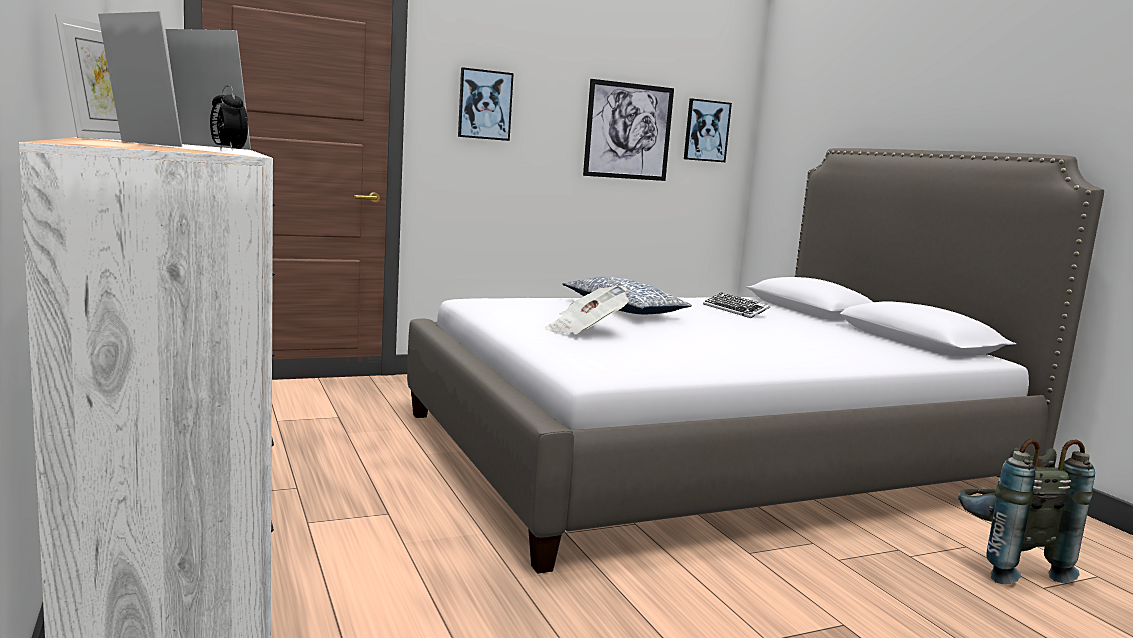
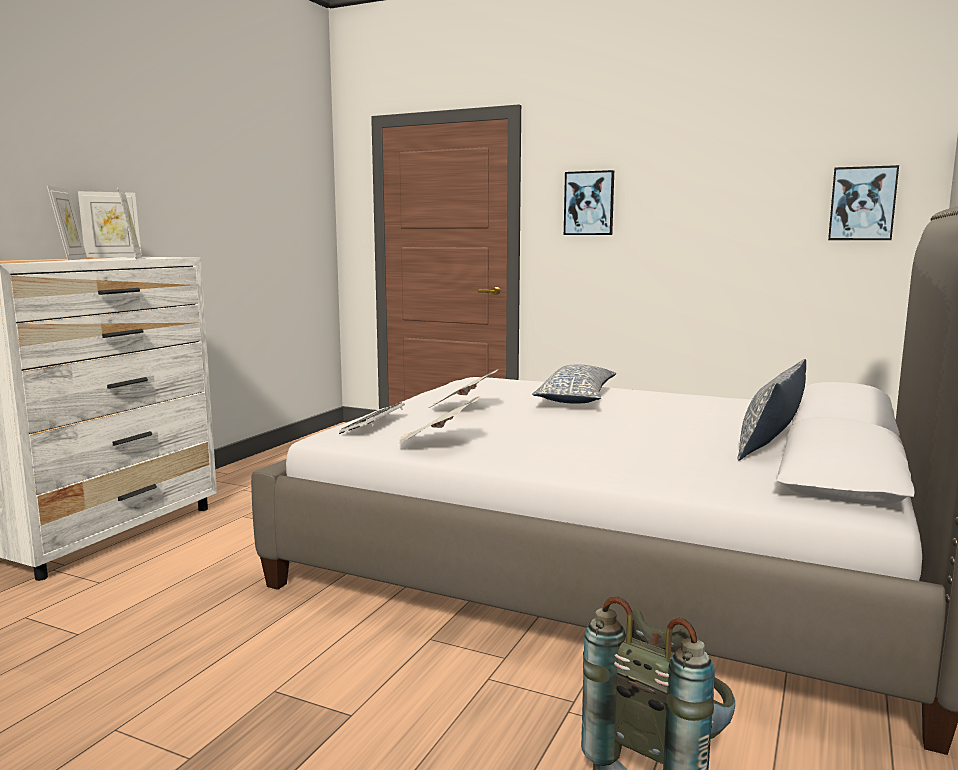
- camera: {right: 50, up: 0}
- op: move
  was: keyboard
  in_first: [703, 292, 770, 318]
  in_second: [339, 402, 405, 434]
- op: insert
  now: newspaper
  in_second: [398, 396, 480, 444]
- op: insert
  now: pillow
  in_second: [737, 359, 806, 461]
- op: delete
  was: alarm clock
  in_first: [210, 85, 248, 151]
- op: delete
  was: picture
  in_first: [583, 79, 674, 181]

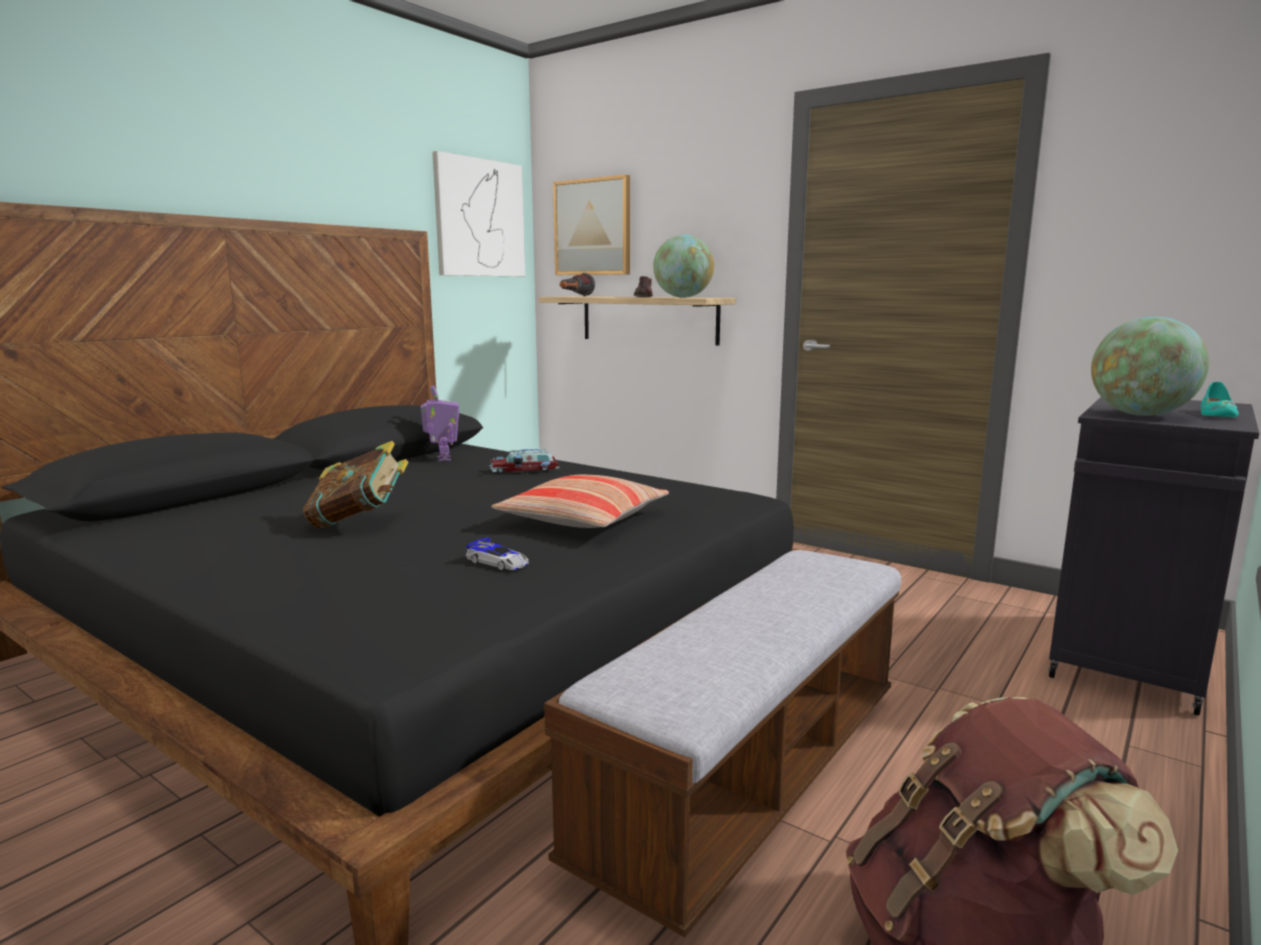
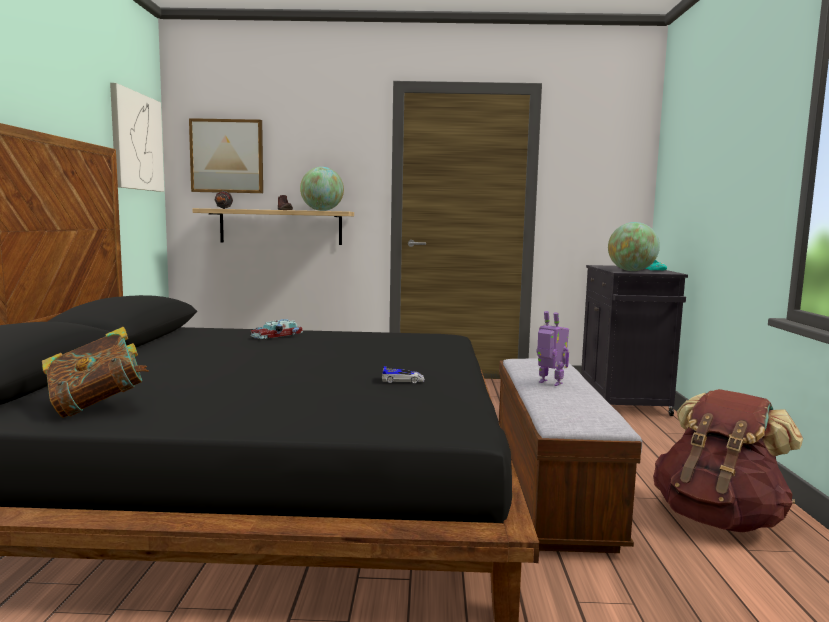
- camera: {right: -35, up: -5}
- op: move
  was: book
  in_first: [303, 441, 408, 529]
  in_second: [42, 327, 149, 418]
- op: move
  was: toy robot
  in_first: [421, 385, 459, 461]
  in_second: [537, 311, 569, 386]
- op: delete
  was: pillow
  in_first: [491, 475, 669, 528]

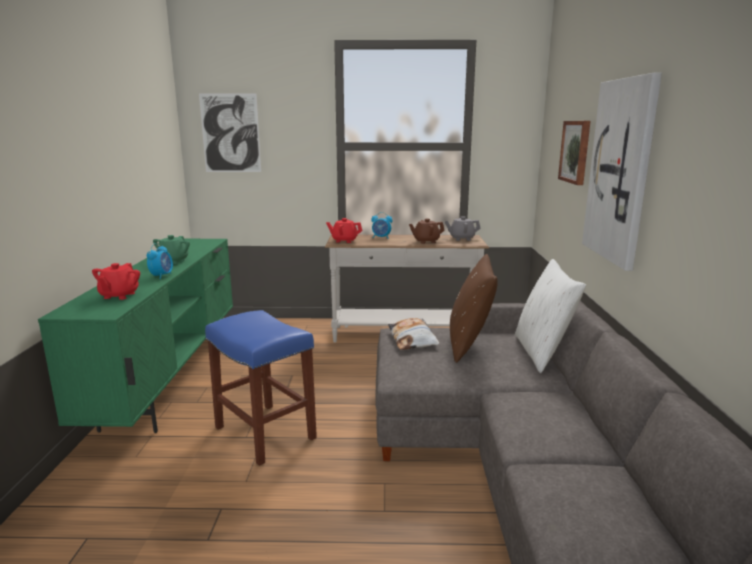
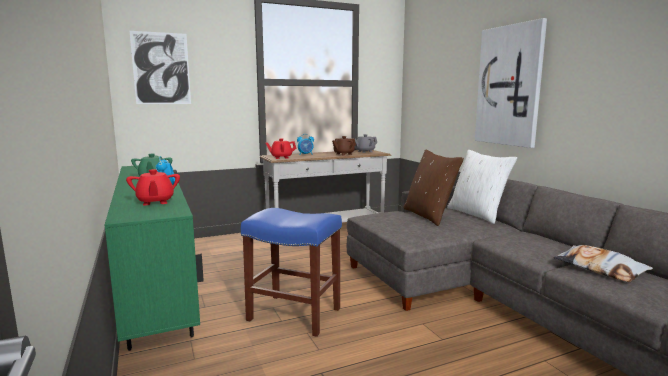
- camera: {right: -25, up: -5}
- op: move
  was: pillow
  in_first: [388, 318, 440, 350]
  in_second: [553, 245, 653, 282]
- op: delete
  was: picture
  in_first: [558, 121, 591, 185]

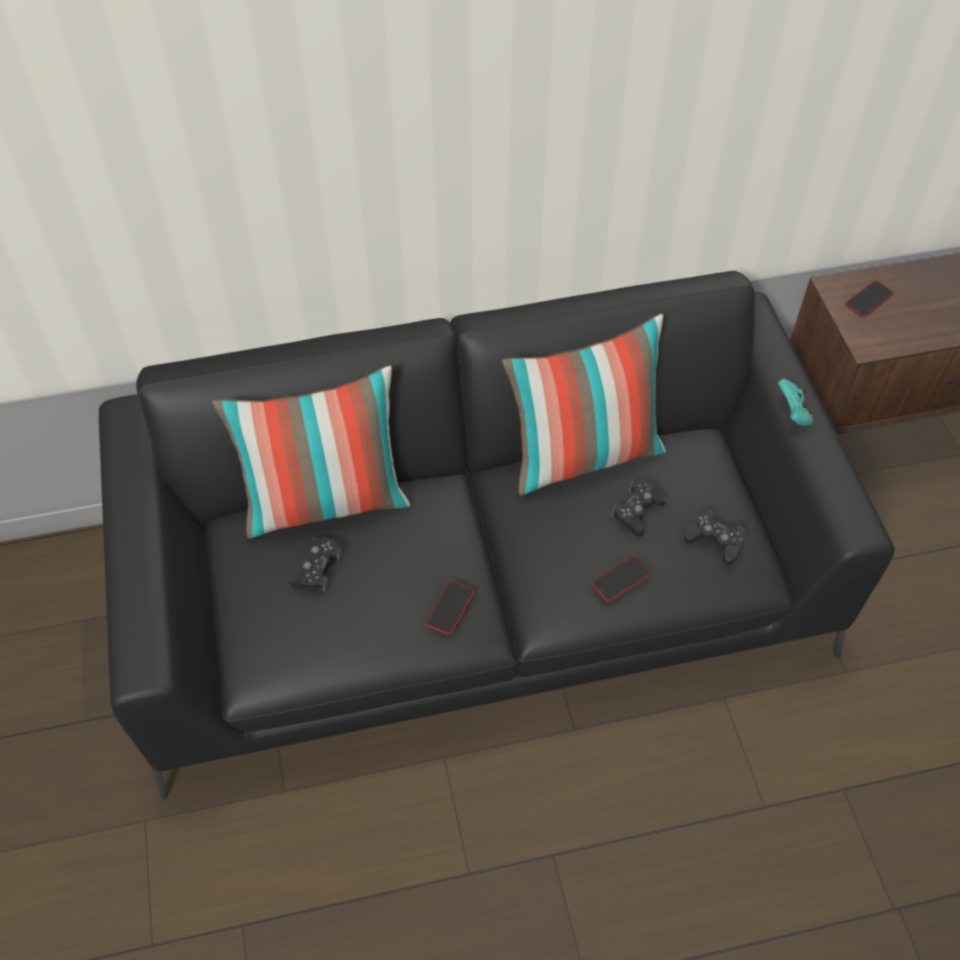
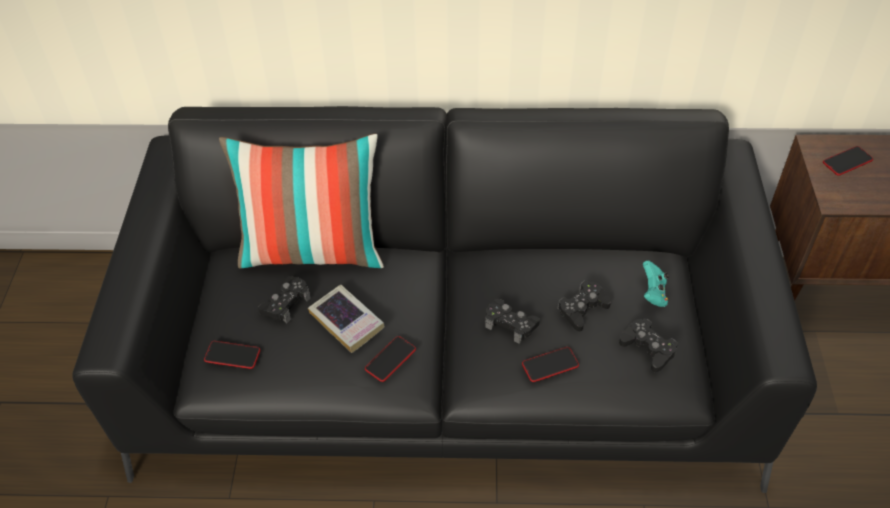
- camera: {right: 15, up: -5}
- op: insert
  now: phone
  in_second: [204, 341, 260, 369]
- op: insert
  now: book
  in_second: [308, 284, 385, 353]
- op: insert
  now: black game controller
  in_second: [485, 299, 540, 344]
- op: move
  was: turquoise game controller
  in_first: [778, 379, 813, 426]
  in_second: [643, 261, 668, 307]
- op: delete
  was: pillow
  in_first: [502, 314, 666, 496]

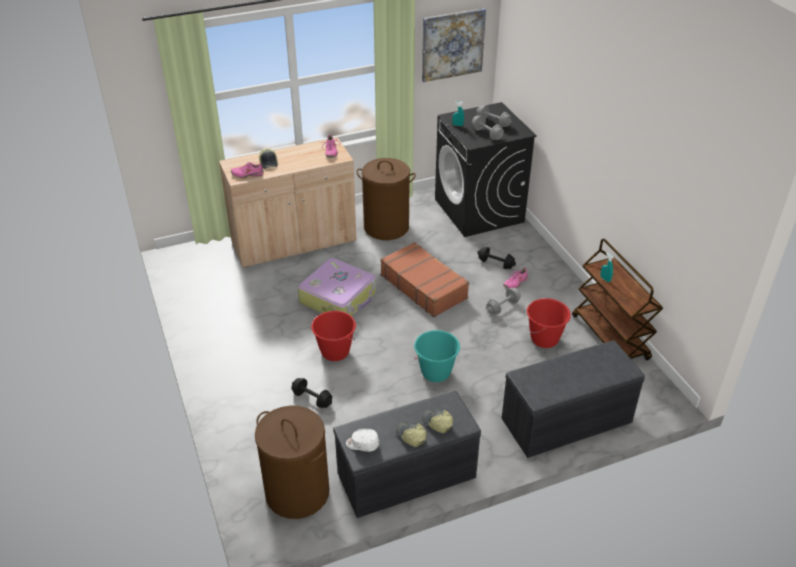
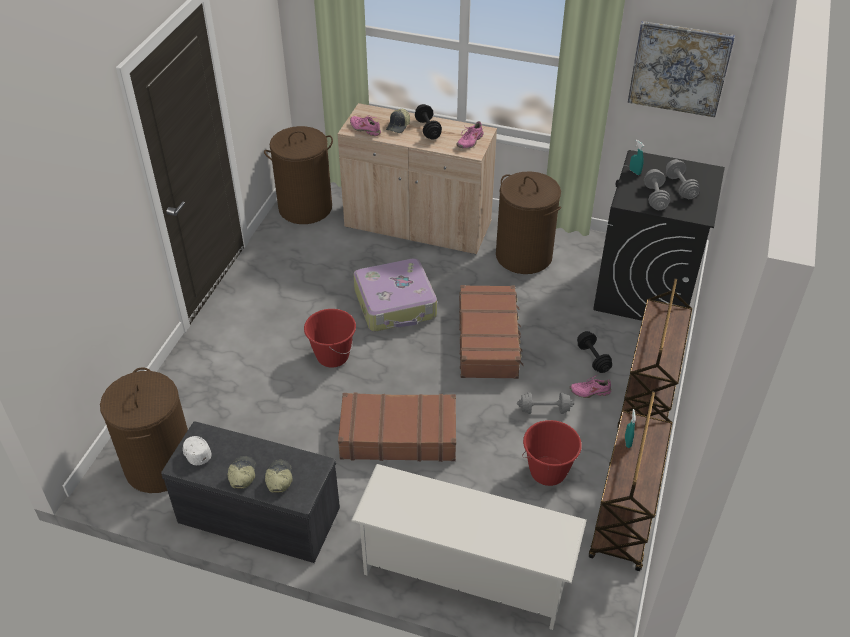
- camera: {right: 40, up: 5}
- op: insert
  now: brown laundry basket
  in_second: [264, 126, 333, 224]
- op: replace
  was: turquoise bucket
  now: brown suitcase
  in_first: [414, 330, 460, 382]
  in_second: [338, 392, 456, 462]
- op: replace
  was: grey bench
  now: white shoe rack
  in_first: [502, 340, 645, 458]
  in_second: [351, 464, 587, 630]
- op: move
  was: black dumbbell
  in_first: [291, 378, 332, 408]
  in_second: [415, 104, 442, 140]
- op: insert
  now: brown cart
  in_second: [618, 278, 692, 427]

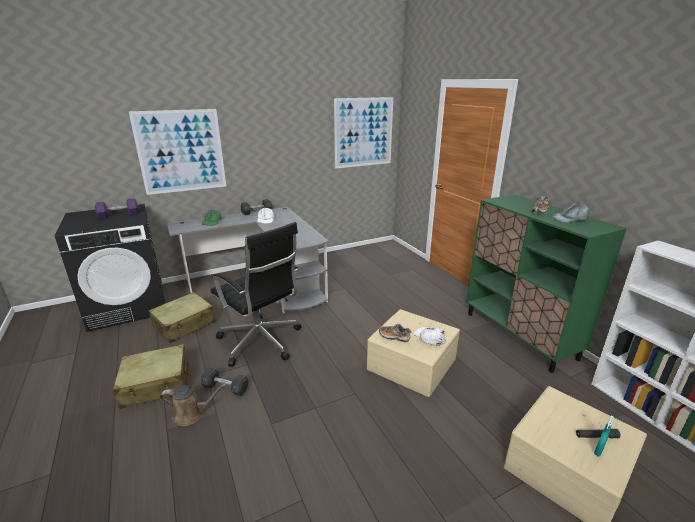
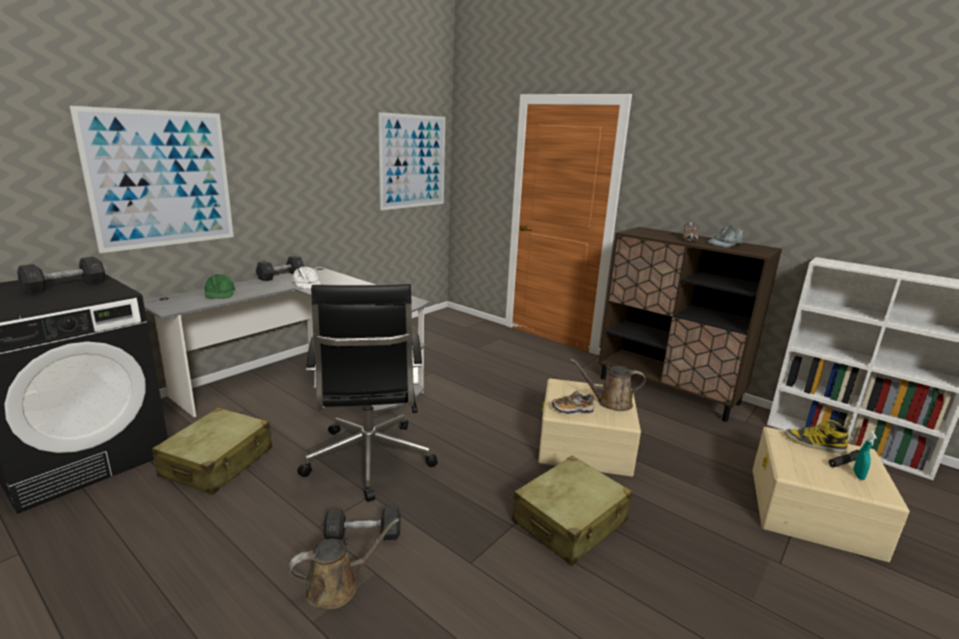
- camera: {right: -25, up: -5}
- op: recolor
  was: purple dumbbell
  now: grey dumbbell
  in_first: [95, 199, 139, 218]
  in_second: [17, 257, 105, 294]
- op: rotate
  was: black office chair
  in_first: [210, 222, 301, 367]
  in_second: [297, 284, 438, 502]
  clockwise: 60
- op: move
  was: beige suitcase
  in_first: [113, 344, 191, 409]
  in_second: [512, 456, 632, 566]
- op: replace
  was: white cap
  now: brown watering can
  in_first: [413, 326, 446, 346]
  in_second: [571, 359, 646, 411]
- op: recolor
  was: green cabinet
  now: brown cabinet
  in_first: [466, 195, 627, 373]
  in_second: [598, 227, 782, 422]
- op: insert
  now: boot
  in_second: [784, 420, 849, 454]

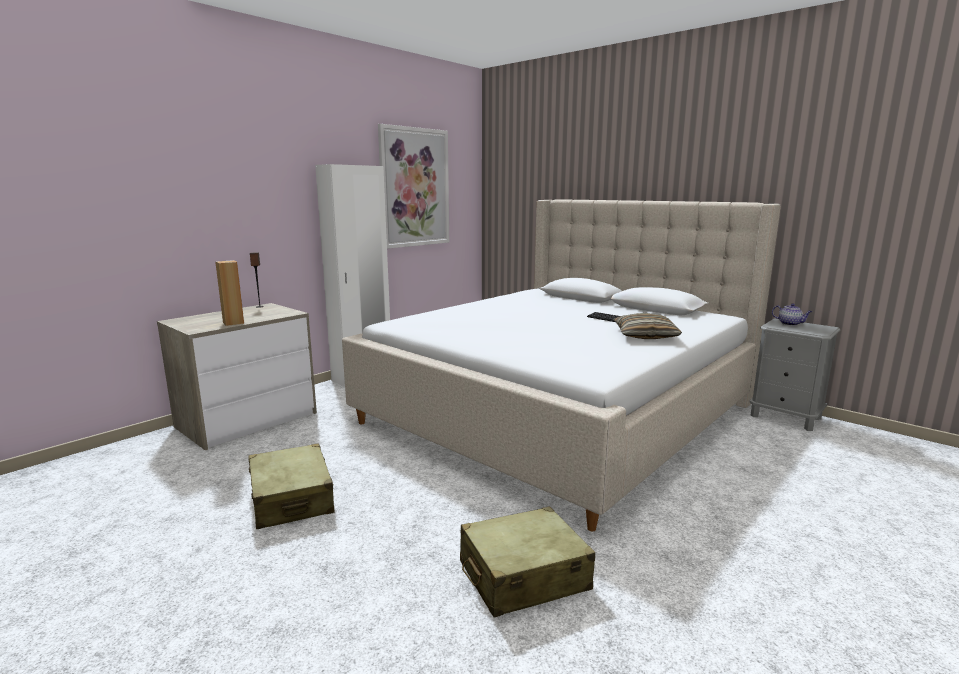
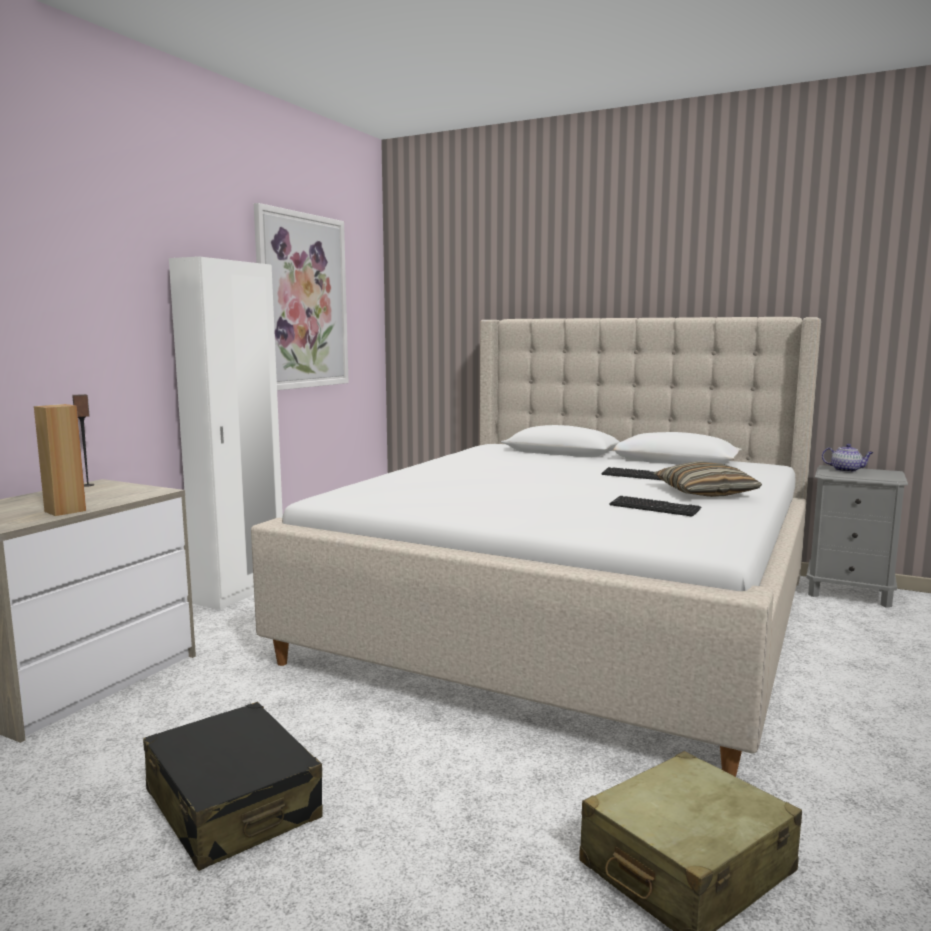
- camera: {right: -15, up: -5}
- op: recolor
  was: beige suitcase
  now: black suitcase
  in_first: [248, 443, 334, 529]
  in_second: [143, 702, 323, 871]
- op: insert
  now: keyboard
  in_second: [610, 496, 701, 517]

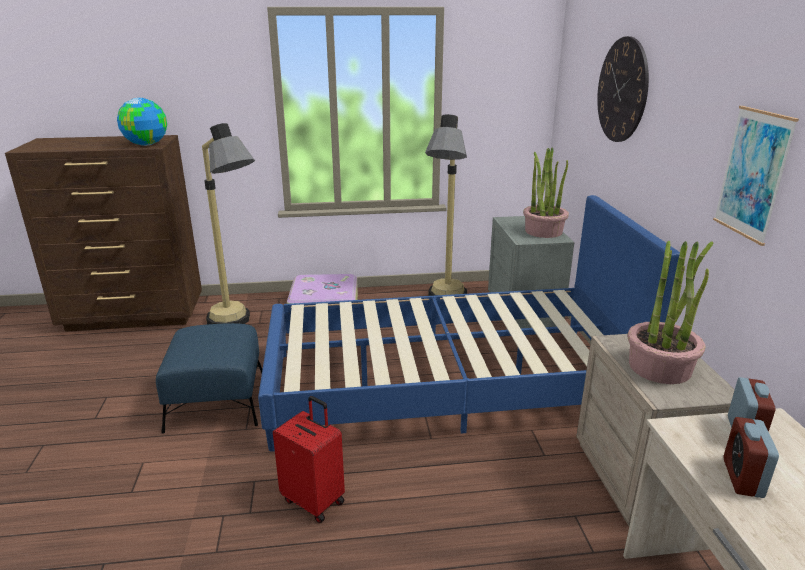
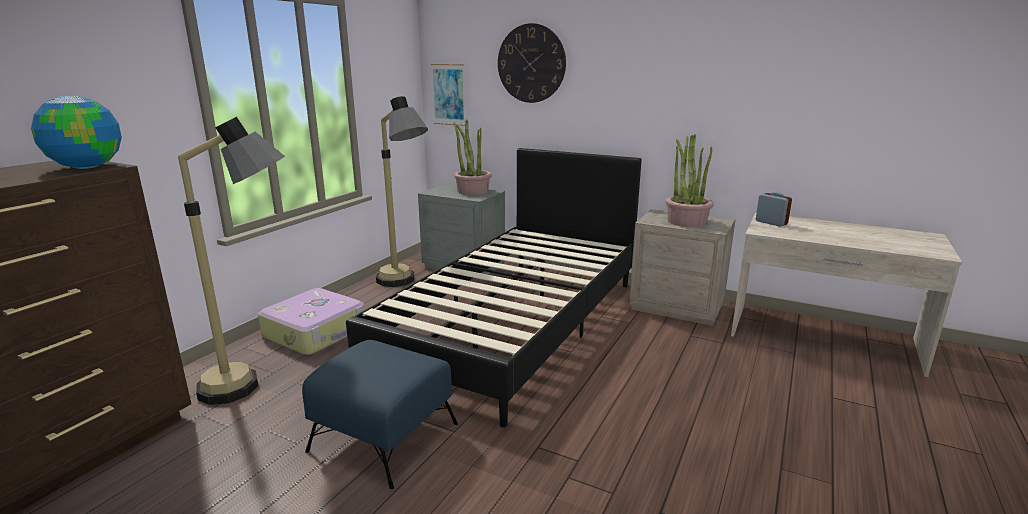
- camera: {right: -55, up: -5}
- op: recolor
  was: blue bed
  now: black bed
  in_first: [258, 195, 680, 452]
  in_second: [346, 148, 642, 427]
- op: move
  was: picture
  in_first: [713, 106, 799, 246]
  in_second: [431, 64, 465, 126]
- op: delete
  was: red suitcase
  in_first: [273, 396, 345, 523]
- op: delete
  was: alarm clock
  in_first: [723, 417, 779, 498]

